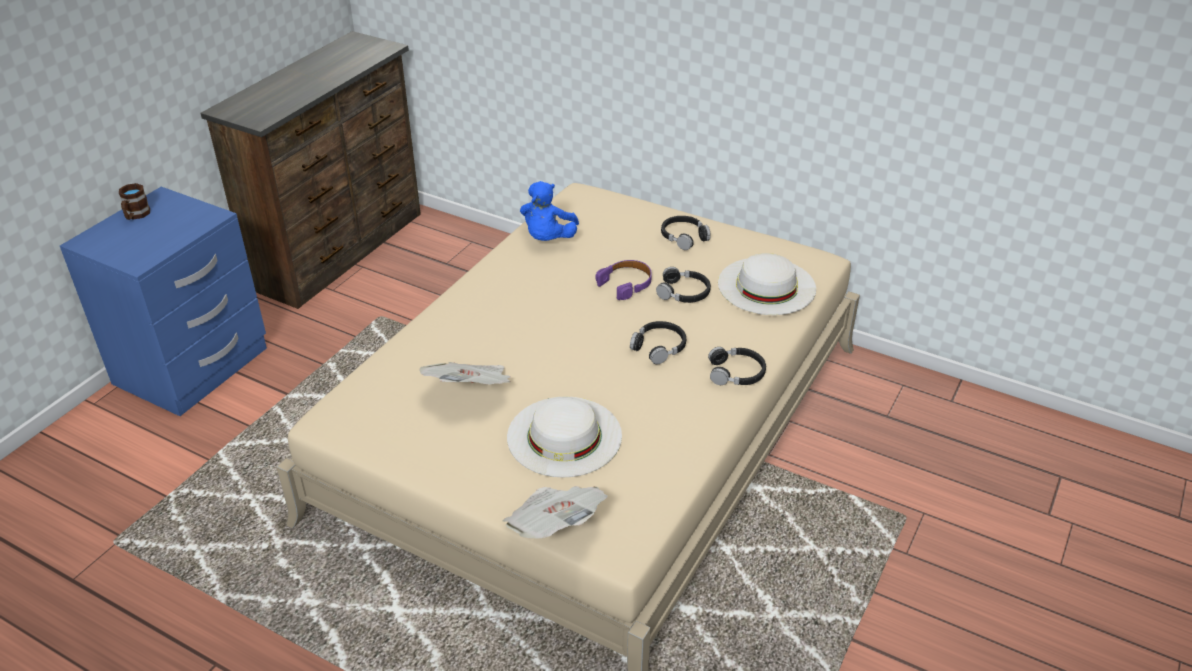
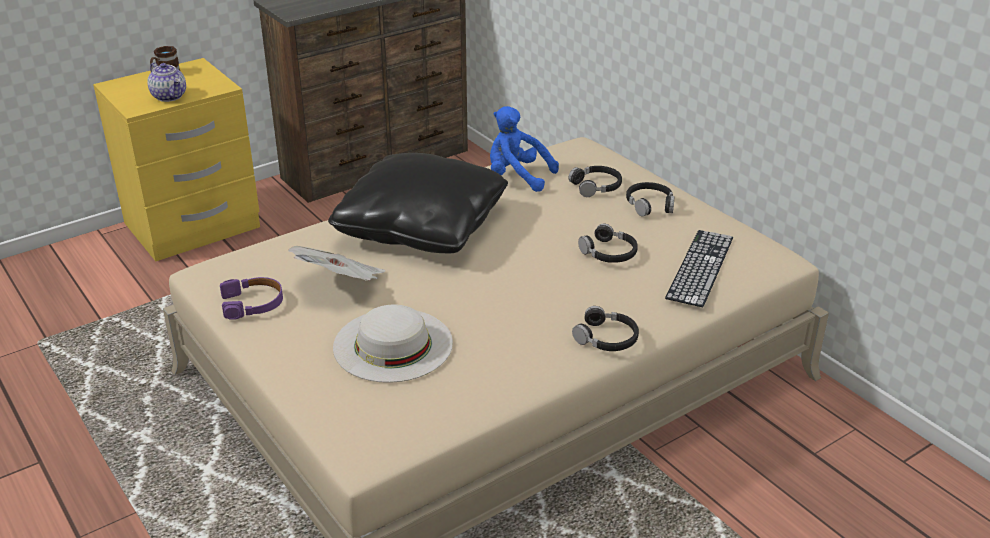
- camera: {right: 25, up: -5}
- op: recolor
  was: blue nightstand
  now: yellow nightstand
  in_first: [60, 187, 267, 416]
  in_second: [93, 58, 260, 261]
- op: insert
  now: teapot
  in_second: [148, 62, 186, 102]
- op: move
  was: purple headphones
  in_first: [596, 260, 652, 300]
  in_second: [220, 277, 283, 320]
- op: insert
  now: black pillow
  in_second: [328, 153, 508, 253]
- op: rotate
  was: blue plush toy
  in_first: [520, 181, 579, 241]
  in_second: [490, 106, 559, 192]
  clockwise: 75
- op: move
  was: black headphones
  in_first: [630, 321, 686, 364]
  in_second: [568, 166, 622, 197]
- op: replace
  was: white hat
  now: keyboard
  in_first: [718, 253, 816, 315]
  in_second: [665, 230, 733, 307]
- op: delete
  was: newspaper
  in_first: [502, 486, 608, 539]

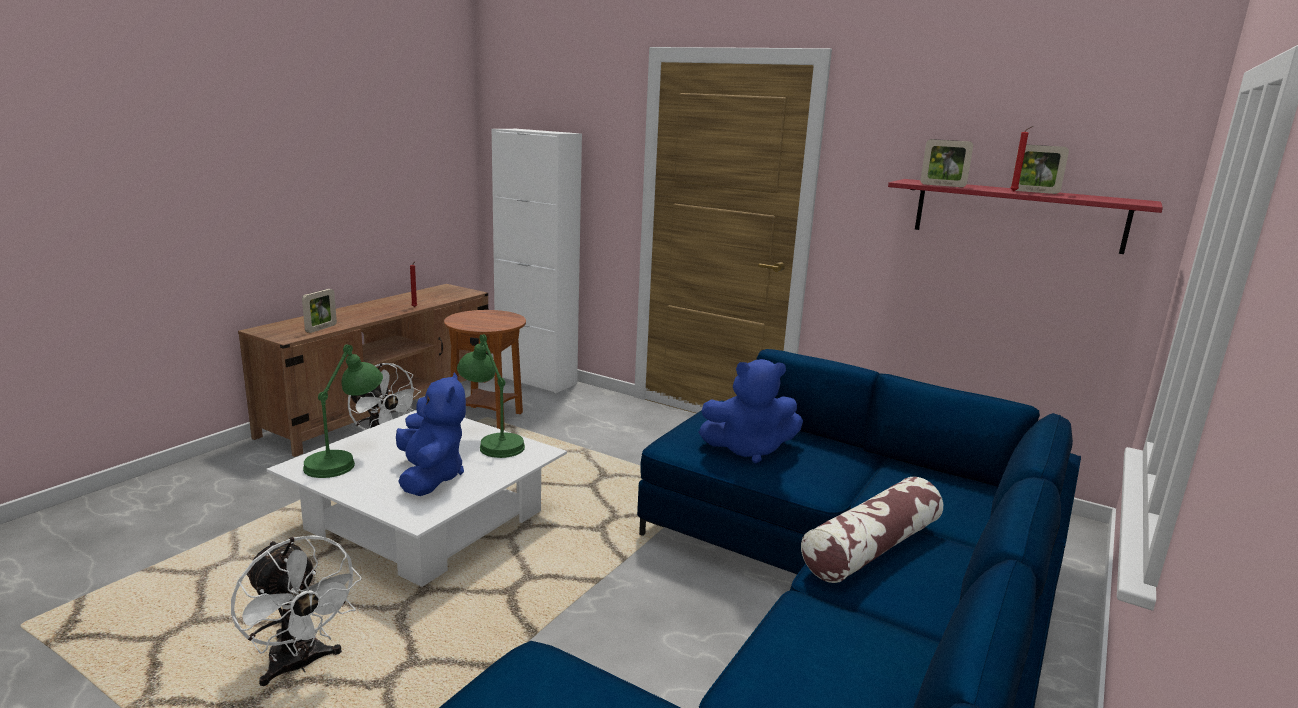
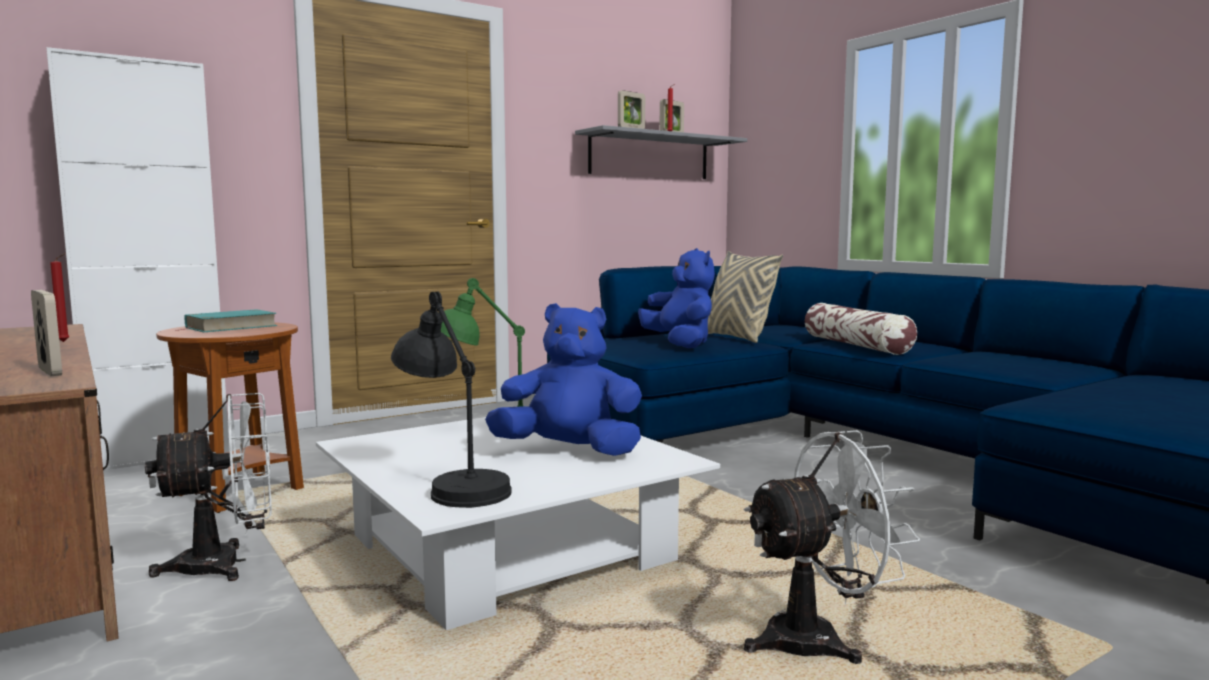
- camera: {right: -65, up: -10}
- op: insert
  now: turquoise book
  in_second: [175, 309, 277, 332]
- op: recolor
  was: green table lamp
  now: black table lamp
  in_first: [303, 344, 383, 478]
  in_second: [391, 292, 512, 508]
- op: recolor
  was: red shelf
  now: grey shelf
  in_first: [888, 179, 1163, 254]
  in_second: [575, 125, 747, 179]
- op: rotate
  was: blue plush toy
  in_first: [698, 359, 803, 463]
  in_second: [638, 248, 715, 348]
  clockwise: -45
- op: insert
  now: beige pillow
  in_second: [708, 251, 783, 343]

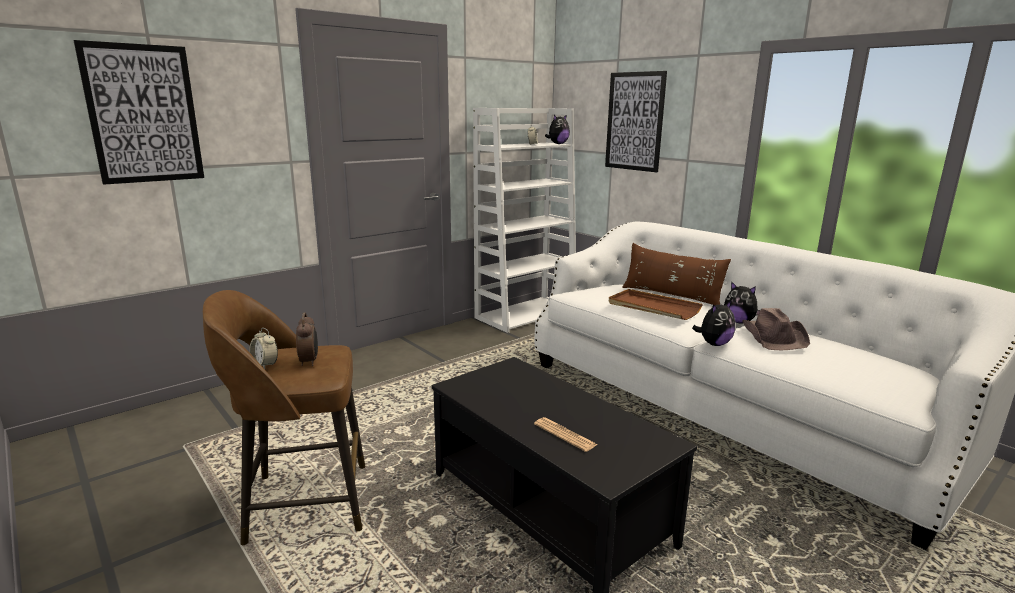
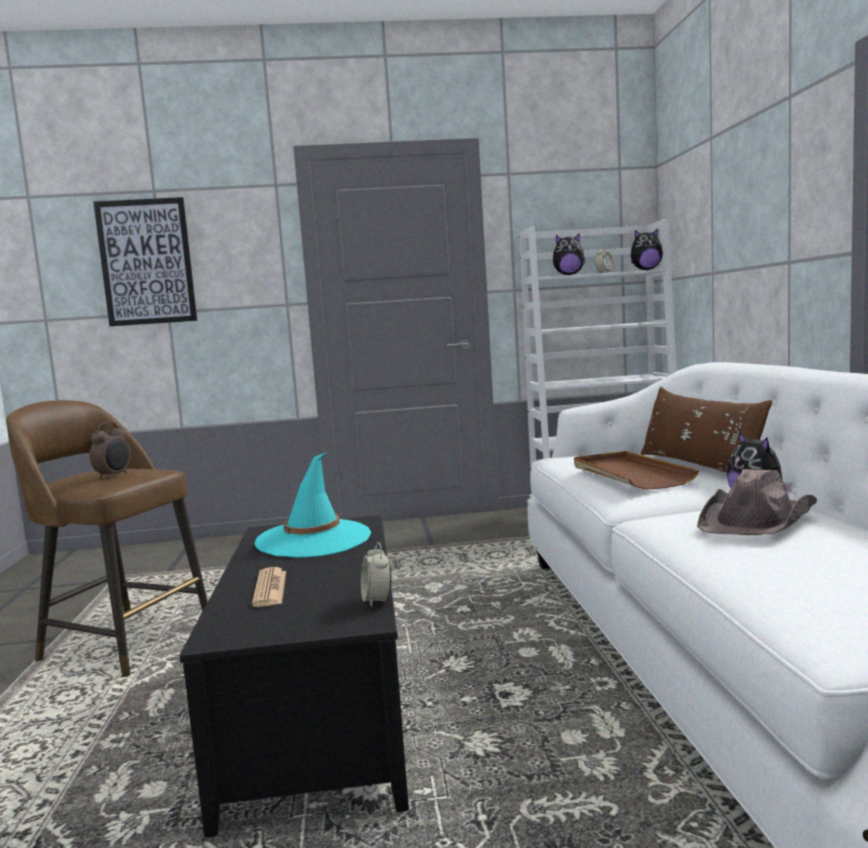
- camera: {right: 35, up: -10}
- op: insert
  now: turquoise hat
  in_second: [255, 452, 371, 558]
- op: move
  was: alarm clock
  in_first: [249, 328, 278, 369]
  in_second: [361, 542, 392, 607]
- op: move
  was: plush toy
  in_first: [692, 301, 736, 346]
  in_second: [553, 233, 586, 275]
- op: delete
  was: picture
  in_first: [605, 71, 667, 172]

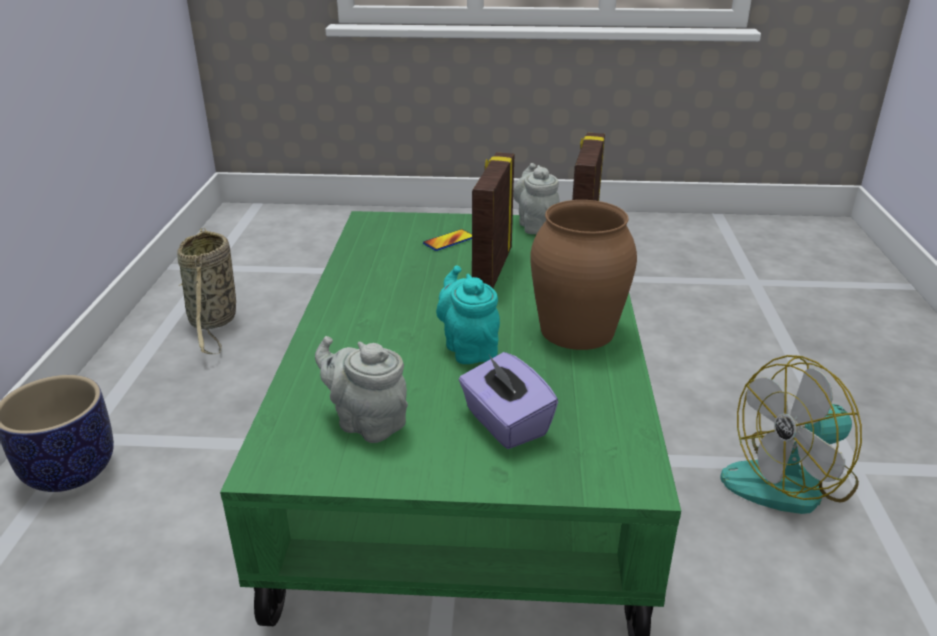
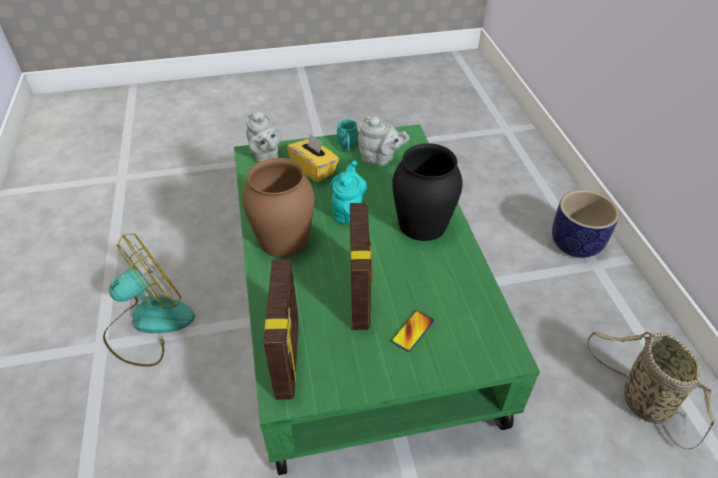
- camera: {right: 165, up: 15}
- op: move
  was: grey teapot
  in_first: [513, 163, 560, 234]
  in_second: [246, 109, 281, 162]
- op: recolor
  was: purple tissue box
  now: yellow tissue box
  in_first: [459, 352, 558, 449]
  in_second: [287, 134, 339, 182]
- op: rotate
  was: turquoise teapot
  in_first: [436, 266, 500, 364]
  in_second: [330, 161, 368, 224]
  clockwise: -135
- op: insert
  now: turquoise mug
  in_second: [337, 119, 358, 152]
- op: insert
  now: black vase
  in_second: [392, 143, 463, 241]

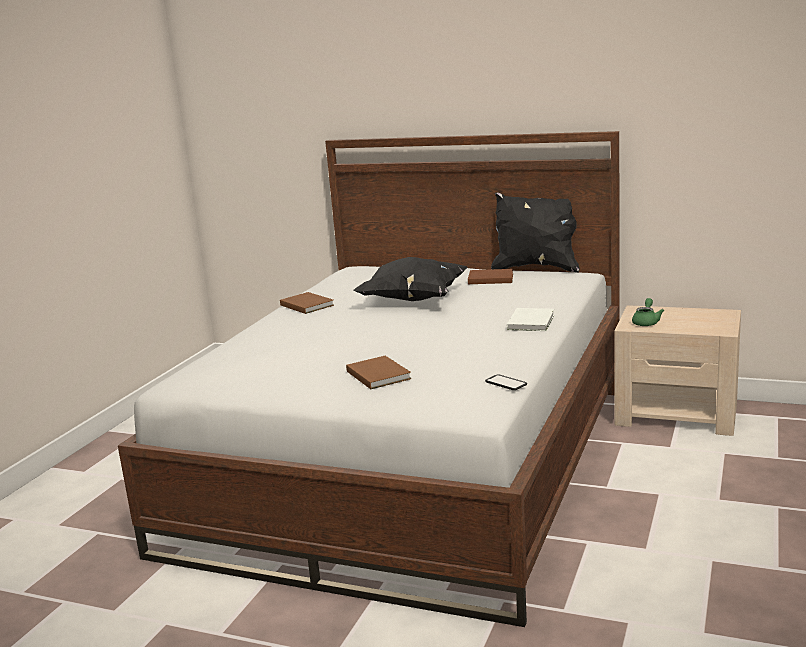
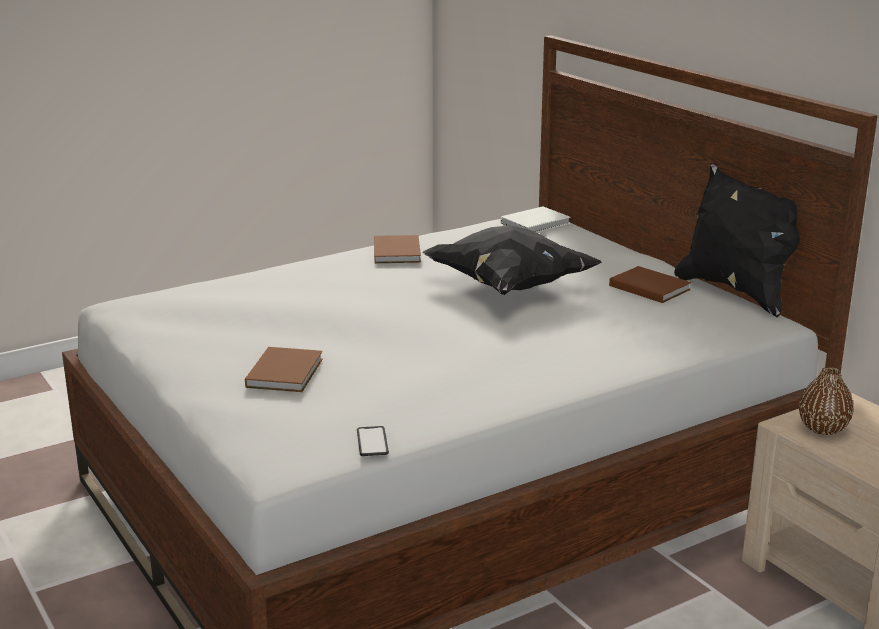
- camera: {right: 35, up: 5}
- op: move
  was: white book
  in_first: [507, 308, 554, 331]
  in_second: [501, 206, 571, 232]
- op: replace
  was: green teapot
  now: brown vase
  in_first: [632, 298, 664, 326]
  in_second: [799, 367, 854, 435]

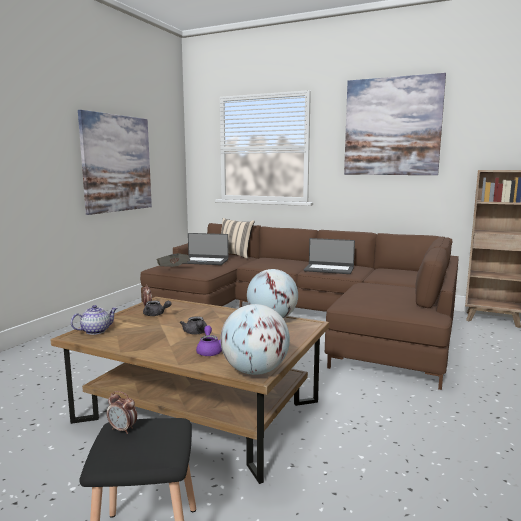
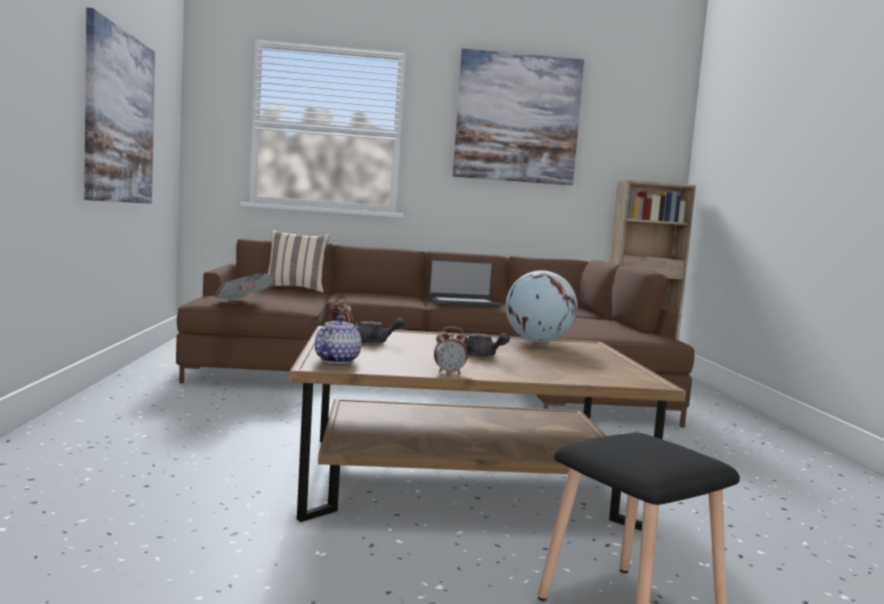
- camera: {right: -30, up: -5}
- op: move
  was: alarm clock
  in_first: [107, 391, 137, 434]
  in_second: [434, 327, 469, 374]
- op: delete
  was: laptop
  in_first: [182, 233, 229, 265]
- op: delete
  was: purple teapot
  in_first: [196, 325, 222, 356]
- op: delete
  was: globe
  in_first: [220, 304, 290, 375]

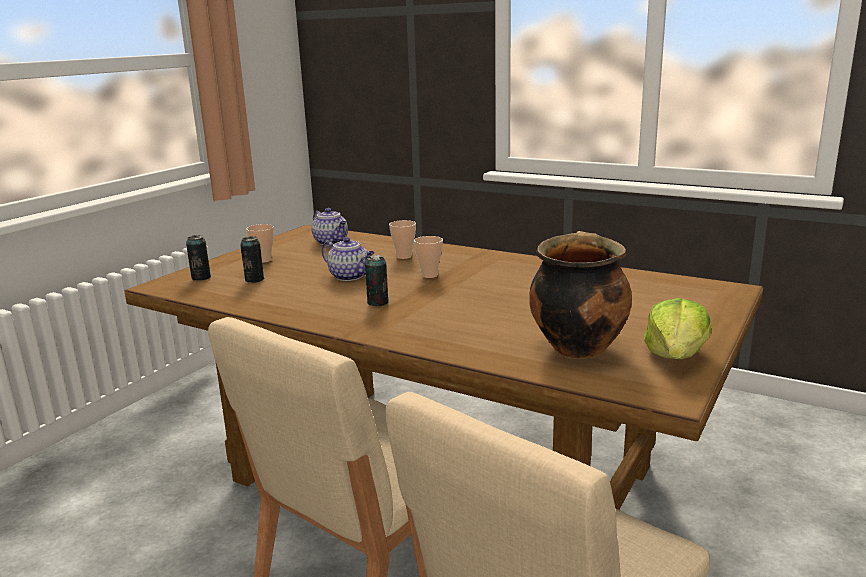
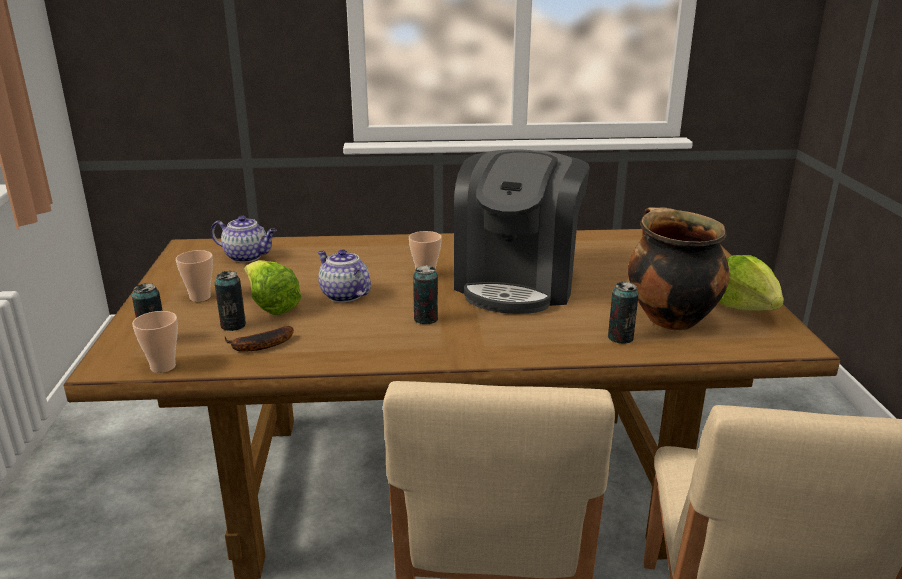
- camera: {right: -35, up: 5}
- op: move
  was: cup
  in_first: [389, 220, 416, 259]
  in_second: [132, 311, 178, 373]
- op: insert
  now: banana
  in_second: [225, 326, 294, 352]
- op: insert
  now: lettuce
  in_second: [244, 260, 301, 315]
- op: rotate
  was: teapot
  in_first: [322, 237, 375, 281]
  in_second: [318, 249, 371, 303]
  clockwise: -135
- op: insert
  now: coffee machine
  in_second: [454, 149, 590, 314]
- op: insert
  now: can
  in_second: [608, 282, 639, 344]

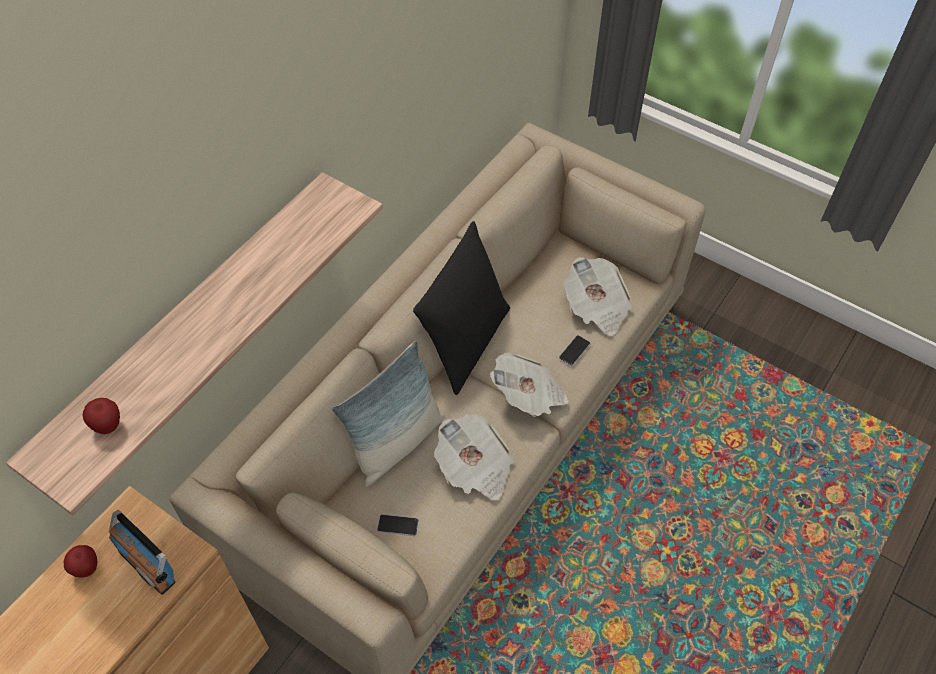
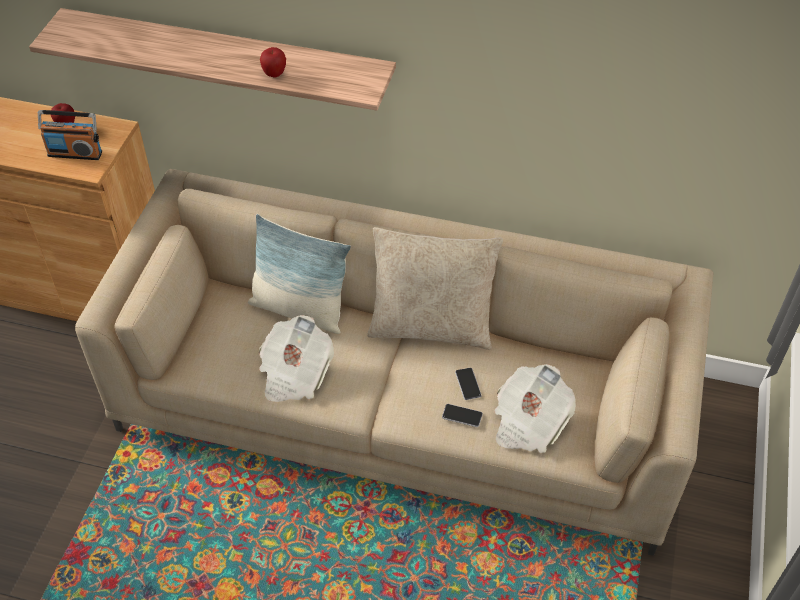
- camera: {right: 70, up: -5}
- op: rotate
  was: radio
  in_first: [109, 510, 176, 595]
  in_second: [38, 110, 102, 160]
  clockwise: -105
- op: move
  was: apple
  in_first: [83, 398, 120, 434]
  in_second: [260, 47, 286, 78]
- op: recolor
  was: black pillow
  now: beige pillow
  in_first: [413, 221, 510, 395]
  in_second: [367, 227, 503, 350]
- op: move
  was: phone
  in_first: [377, 514, 419, 536]
  in_second: [455, 368, 482, 400]
- op: delete
  was: newspaper
  in_first: [490, 352, 569, 417]

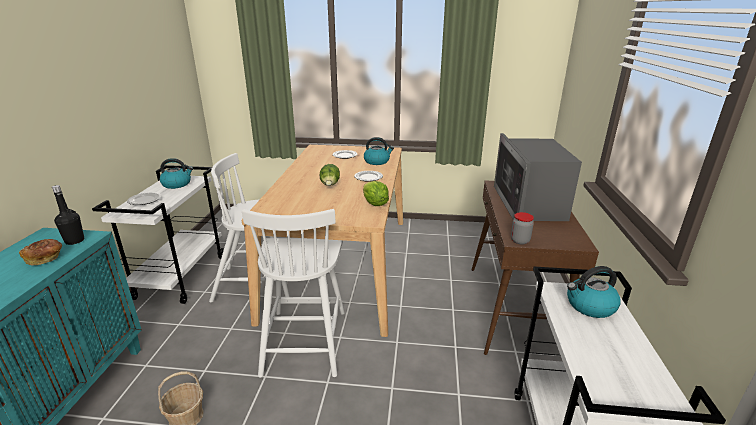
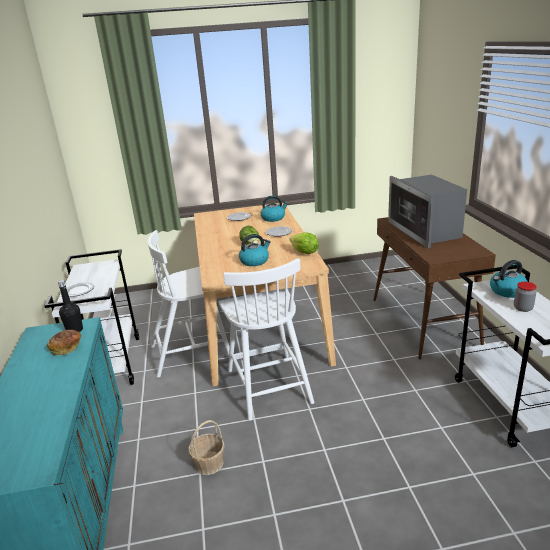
- camera: {right: -15, up: 0}
- op: move
  was: kettle
  in_first: [159, 158, 193, 189]
  in_second: [239, 234, 271, 266]
- op: move
  was: jar
  in_first: [511, 212, 534, 245]
  in_second: [514, 282, 537, 312]

